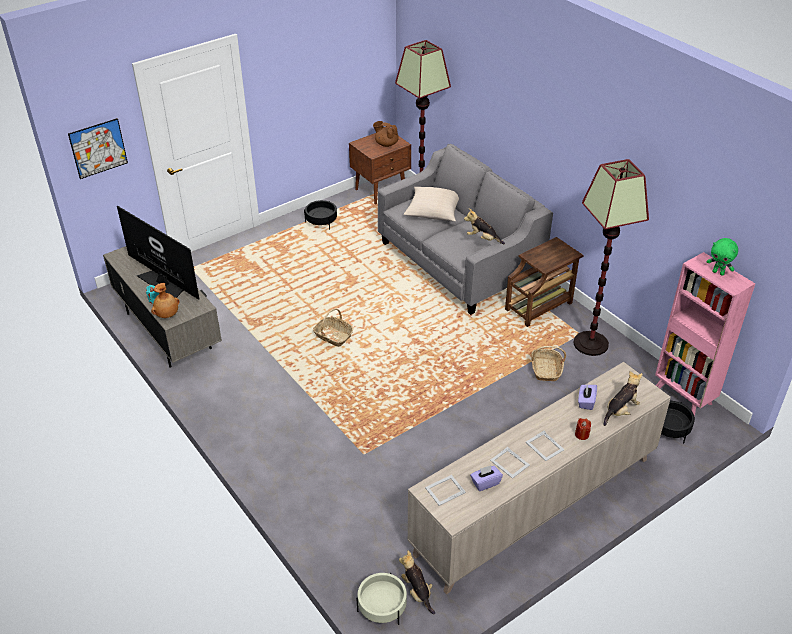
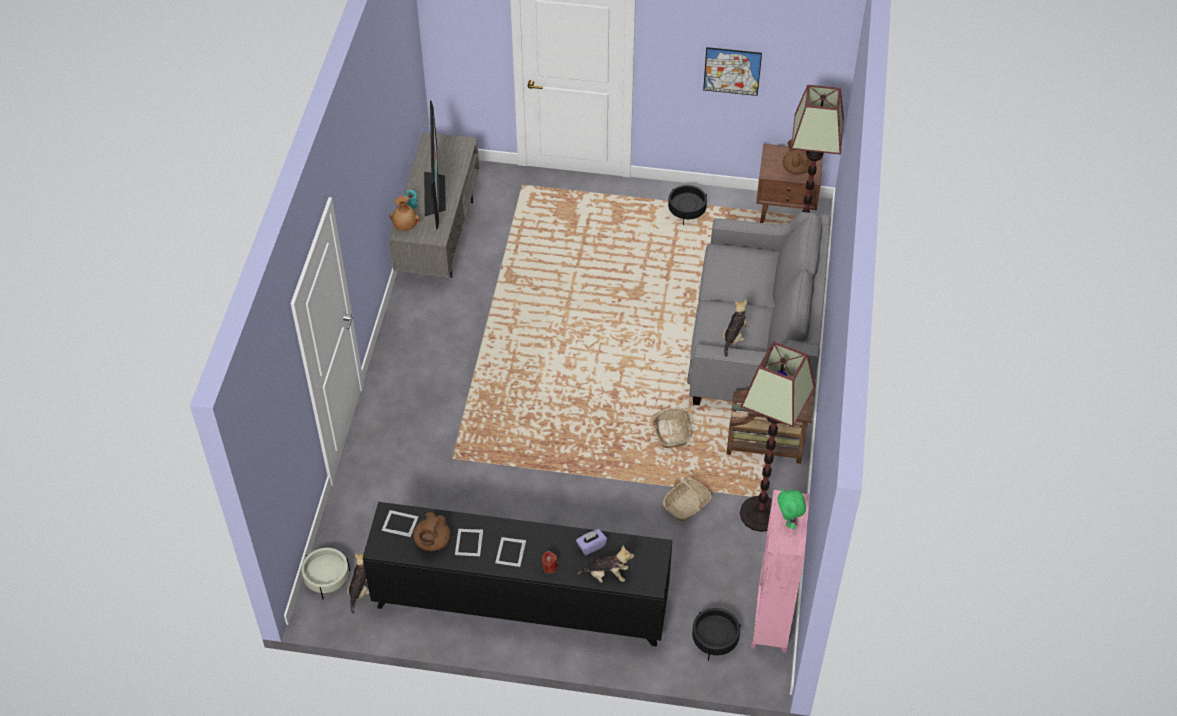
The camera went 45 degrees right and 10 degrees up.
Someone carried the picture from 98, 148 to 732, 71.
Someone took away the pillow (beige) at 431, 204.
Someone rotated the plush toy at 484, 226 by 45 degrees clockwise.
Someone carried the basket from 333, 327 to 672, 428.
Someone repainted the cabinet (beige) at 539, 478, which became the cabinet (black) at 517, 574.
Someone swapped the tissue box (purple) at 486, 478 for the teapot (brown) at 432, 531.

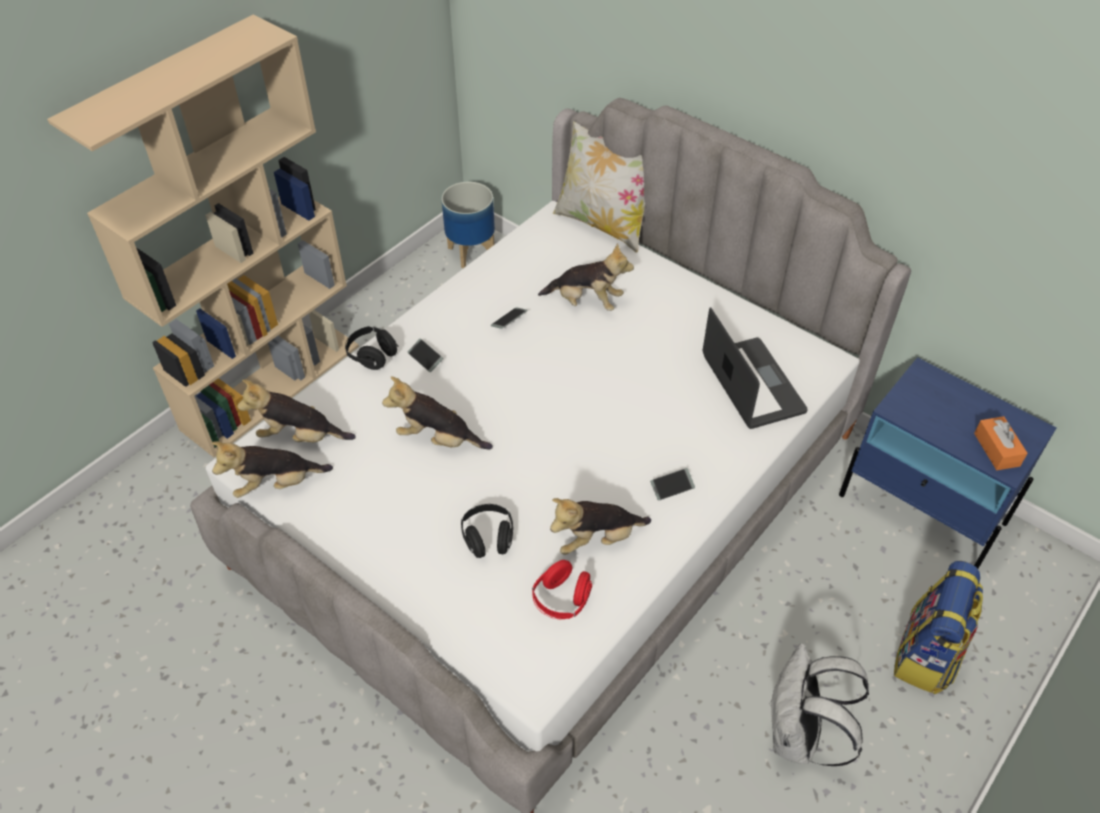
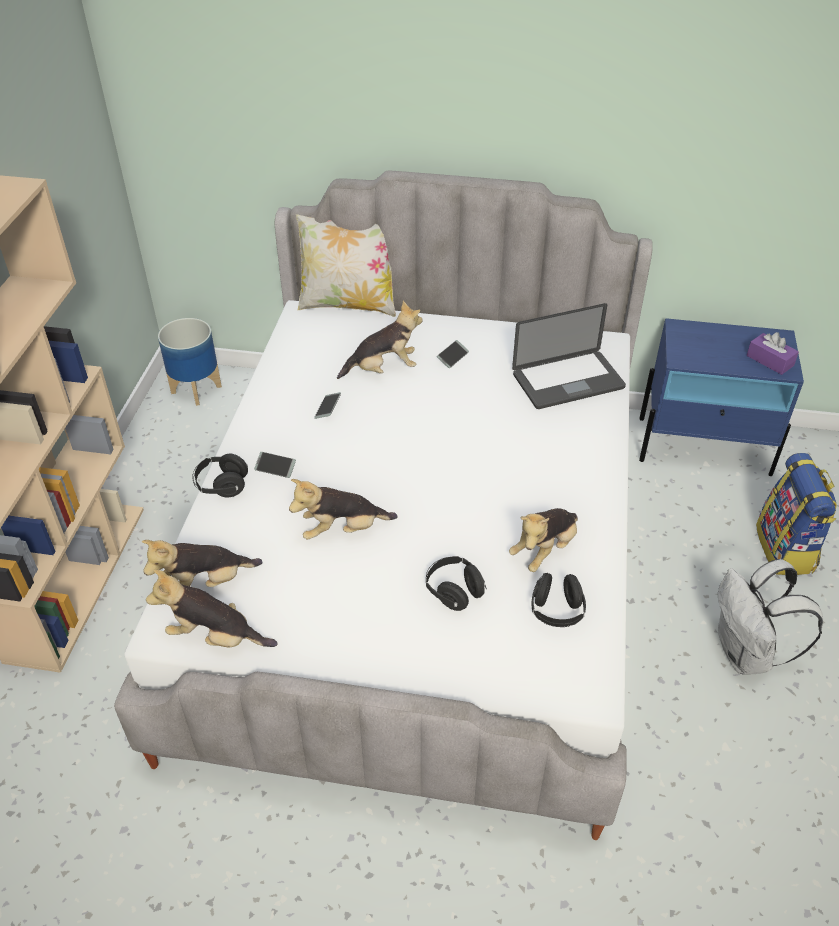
The camera went 30 degrees left and 5 degrees down.
Someone rotated the laptop at 755, 368 by 120 degrees clockwise.
Someone repainted the tissue box (orange) at 1001, 443, which became the tissue box (purple) at 773, 353.
Someone rotated the plush toy at 272, 469 by 60 degrees clockwise.
Someone carried the phone from 672, 484 to 453, 354.
Someone repainted the headphones (red) at 562, 589, which became the headphones (black) at 558, 600.

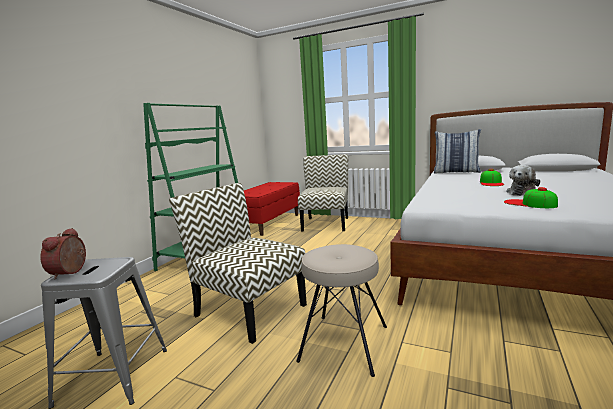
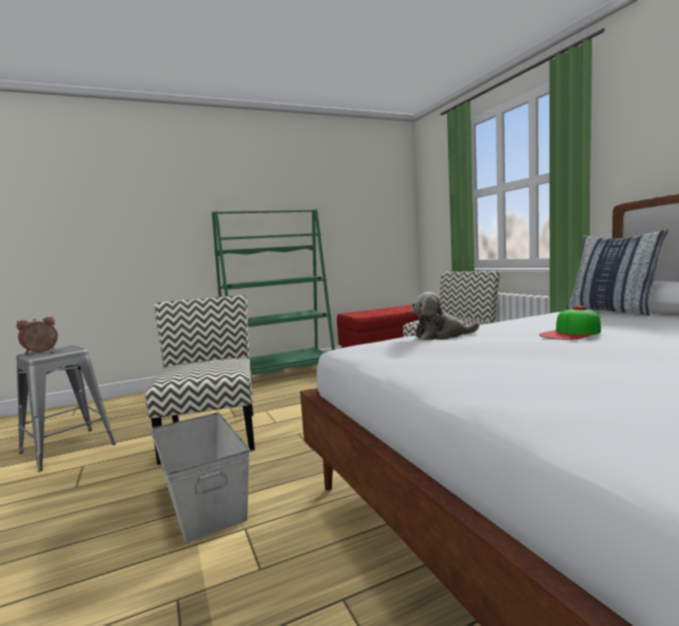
The camera went 40 degrees right and 5 degrees down.
Someone carried the plush toy from 523, 180 to 445, 316.
Someone took away the cap at 531, 197.
Someone swapped the stool (beige) at 341, 310 for the storage box (grey) at 200, 478.

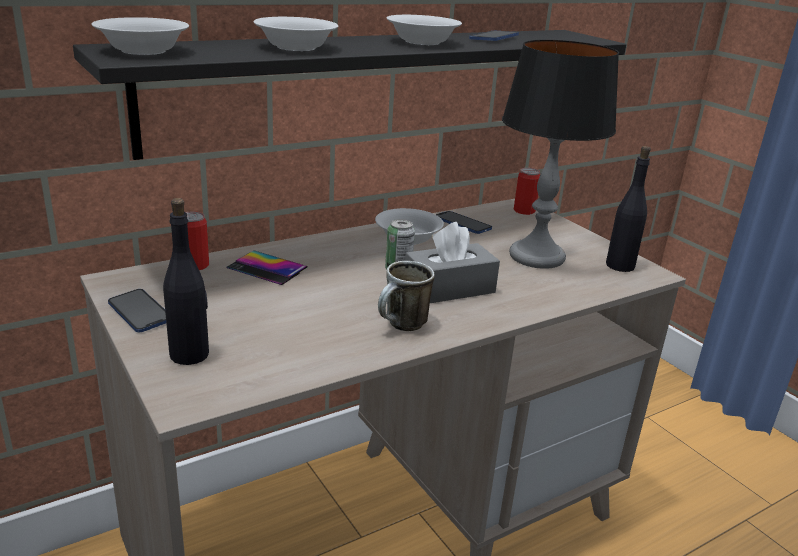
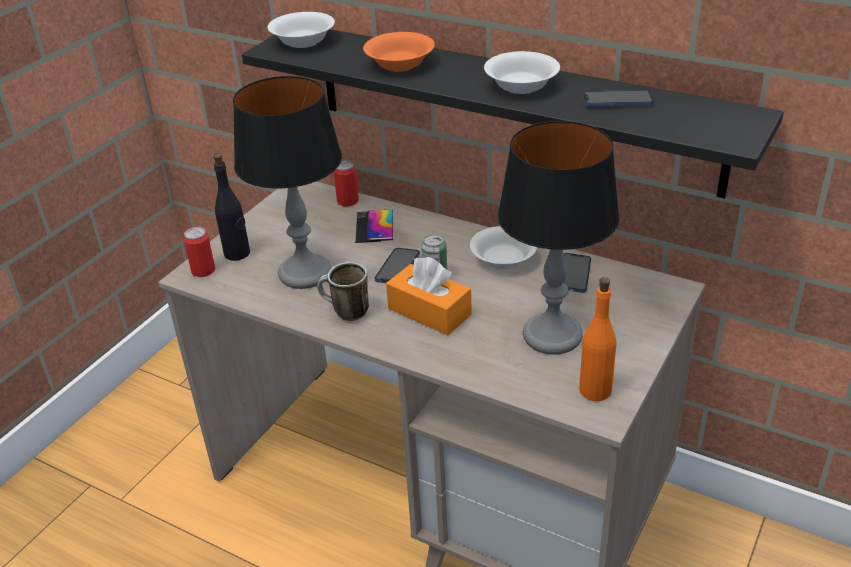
The camera went 65 degrees right and 10 degrees up.
Someone repainted the bowl (white) at 295, 34, which became the bowl (orange) at 399, 51.
Someone repainted the bottle (black) at 628, 209, which became the bottle (orange) at 597, 339.
Someone carried the can from 527, 191 to 200, 252.
Someone repainted the tissue box (grey) at 452, 262, which became the tissue box (orange) at 429, 296.
Someone carried the phone from 137, 310 to 397, 265.
Someone put down the table lamp at 287, 182.

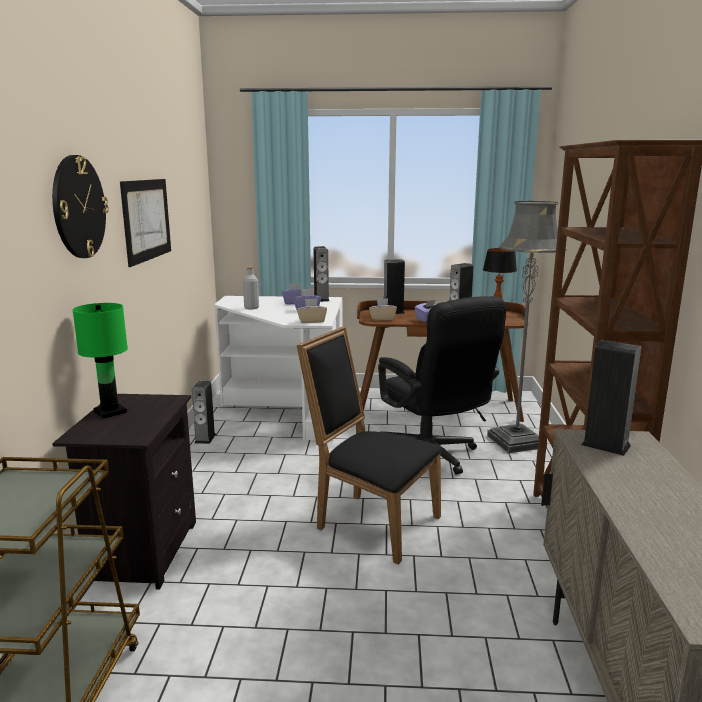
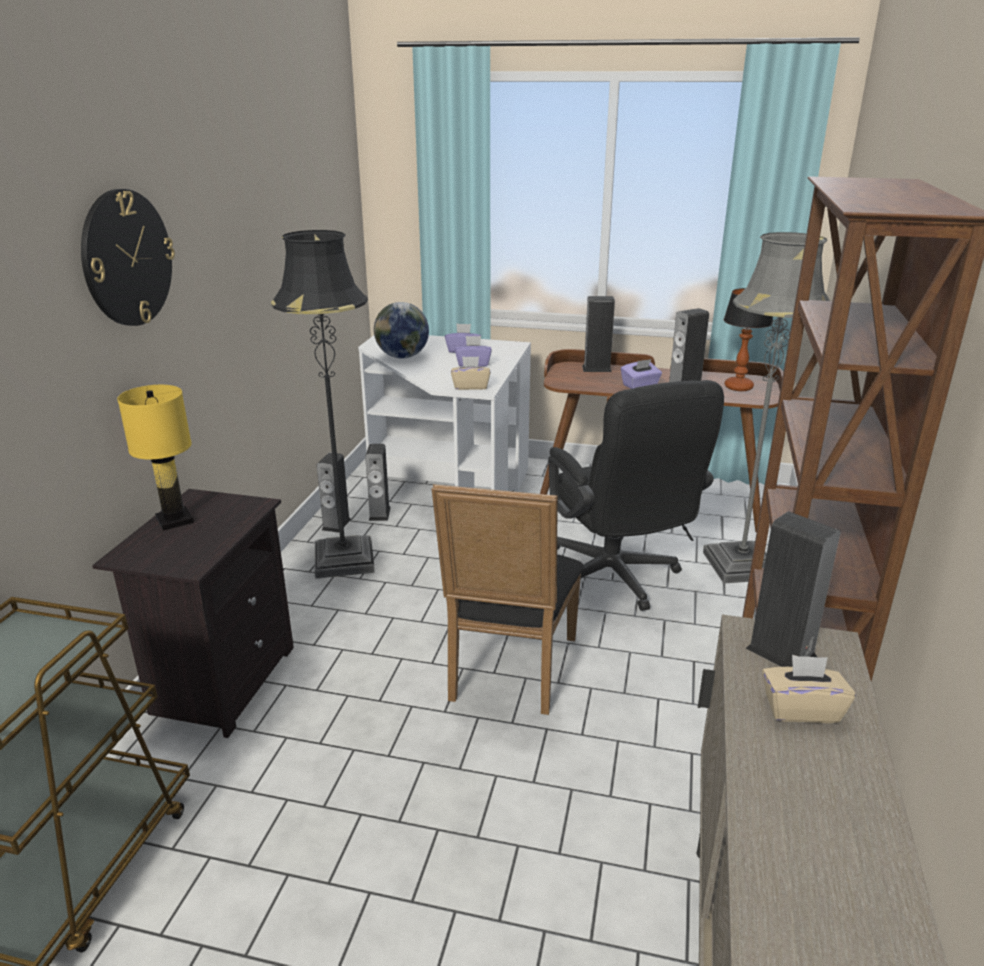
The camera went 10 degrees right and 10 degrees up.
Someone took away the picture at 145, 223.
Someone carried the speaker from 321, 274 to 378, 482.
Someone swapped the bottle (grey) at 251, 288 for the globe at 401, 330.
Someone carried the tissue box (beige) from 383, 309 to 809, 689.
Someone repainted the table lamp (green) at 100, 361, which became the table lamp (yellow) at 155, 458.
Someone rotated the chair (black) at 369, 446 by 120 degrees counterclockwise.
Someone put down the floor lamp (black) at 323, 404.

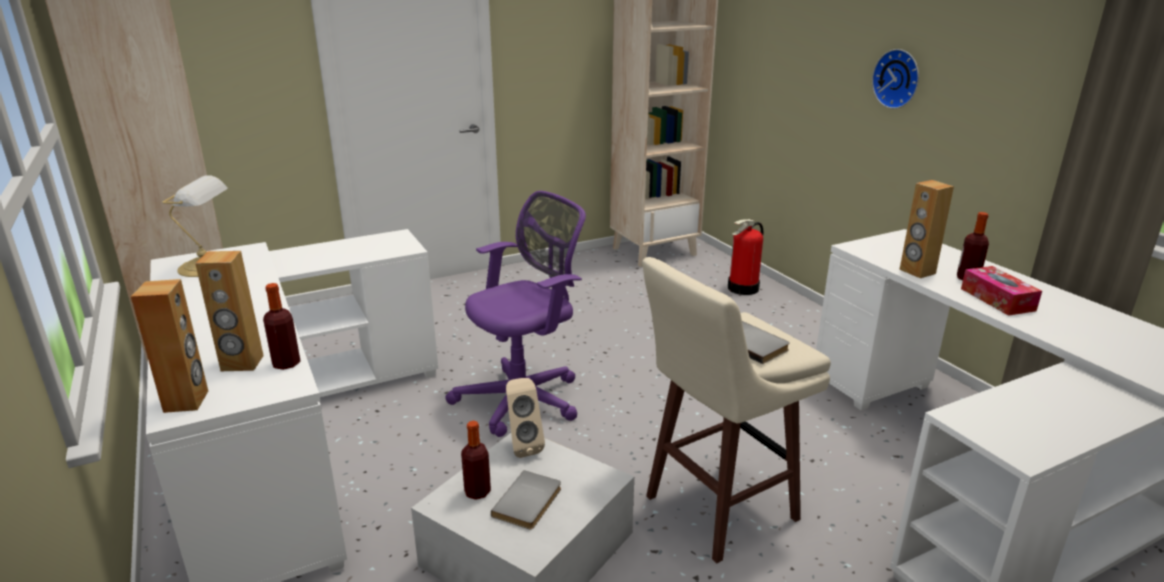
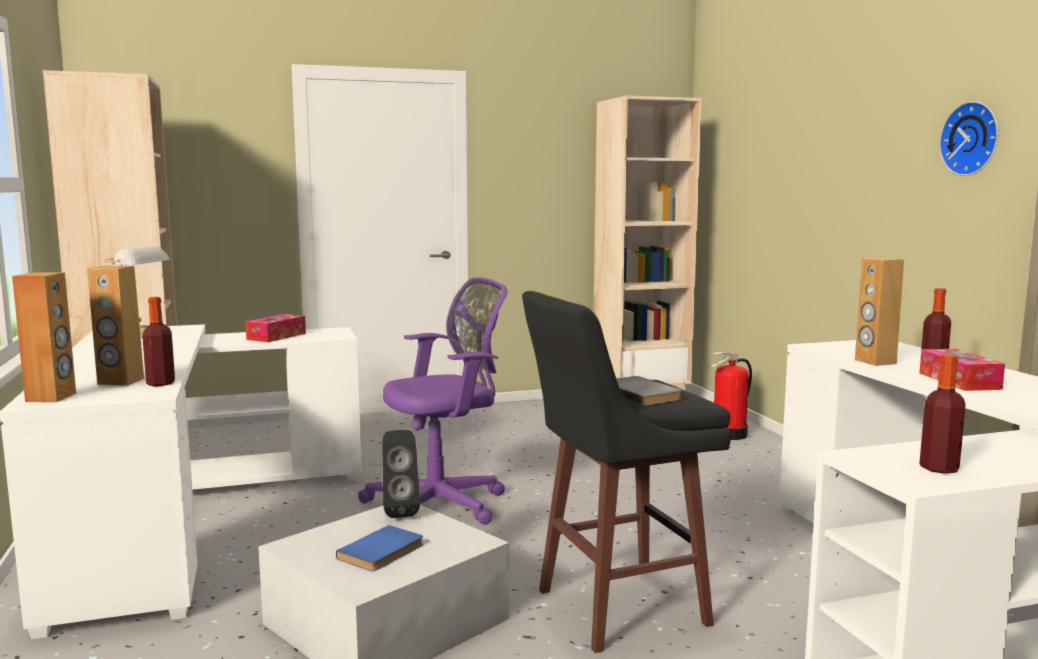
The camera went 10 degrees right and 15 degrees down.
Someone carried the wall clock from 895, 79 to 968, 138.
Someone repainted the stool (beige) at 736, 410, which became the stool (black) at 626, 472.
Someone repainted the speaker (beige) at 525, 418, which became the speaker (black) at 401, 474.
Someone carried the bottle from 476, 460 to 942, 414.
Someone repainted the book (grey) at 526, 499, which became the book (blue) at 379, 548.
Someone put down the tissue box at 275, 328.

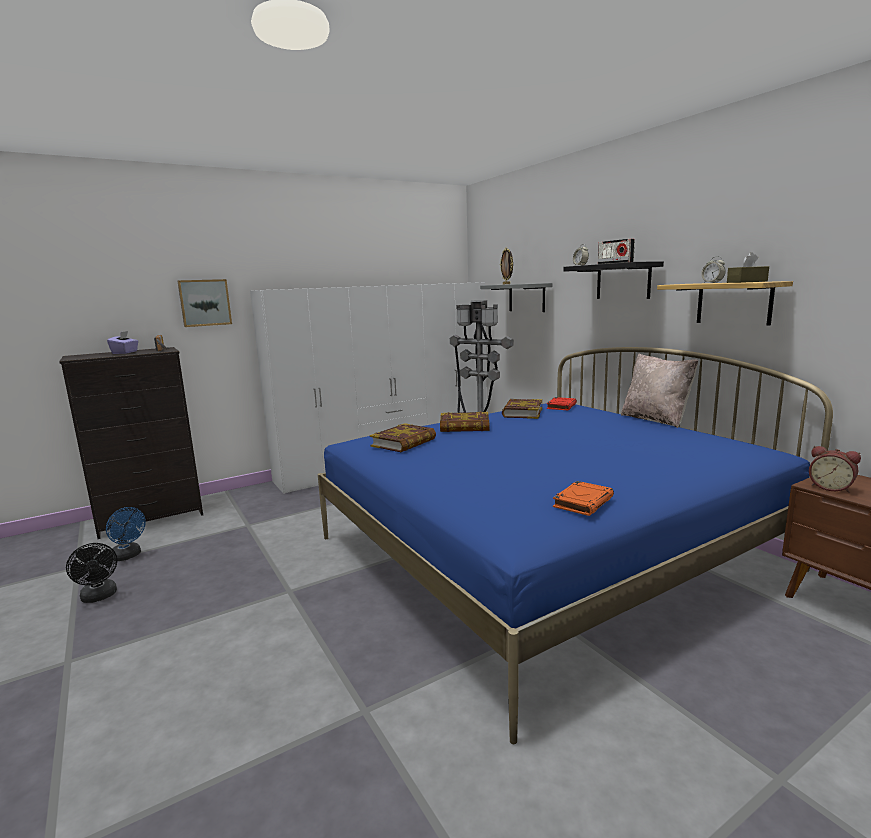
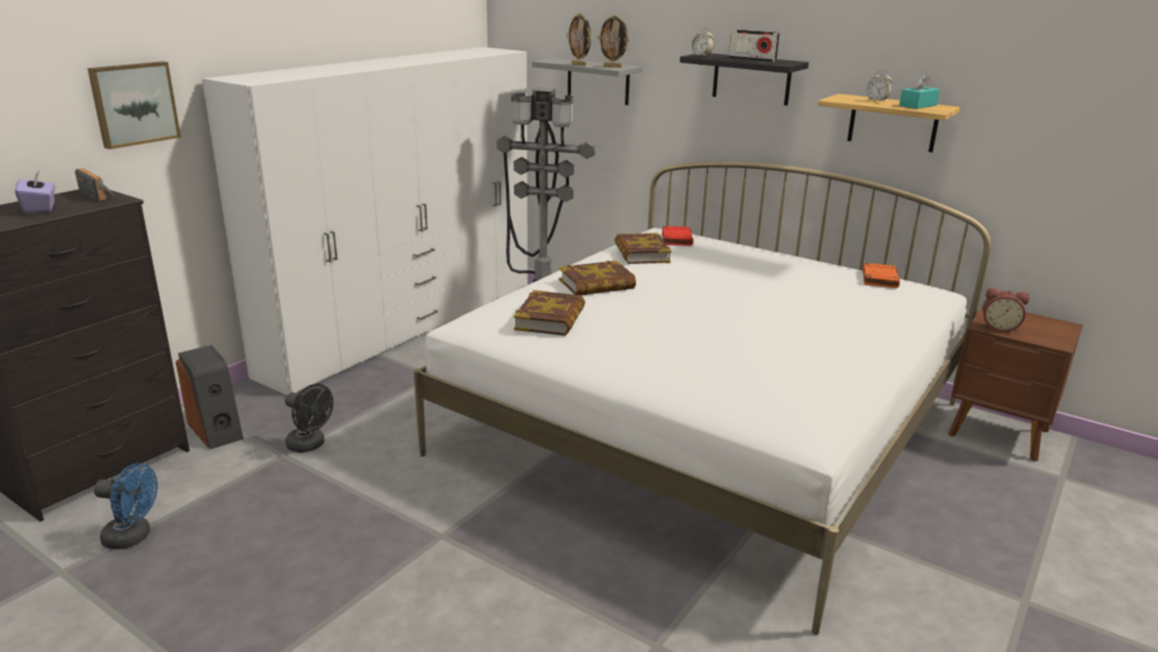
The camera went 25 degrees left and 10 degrees up.
Someone repainted the tissue box (brown) at 748, 267, which became the tissue box (turquoise) at 919, 91.
Someone repainted the bed (blue) at 575, 545, which became the bed (white) at 702, 398.
Someone took away the pillow (beige) at 659, 391.
Someone carried the book (orange) from 583, 498 to 881, 275.
Someone carried the fan (black) from 91, 573 to 309, 418.
Someone put down the picture frame at 614, 41.
Someone put down the speaker at 209, 397.

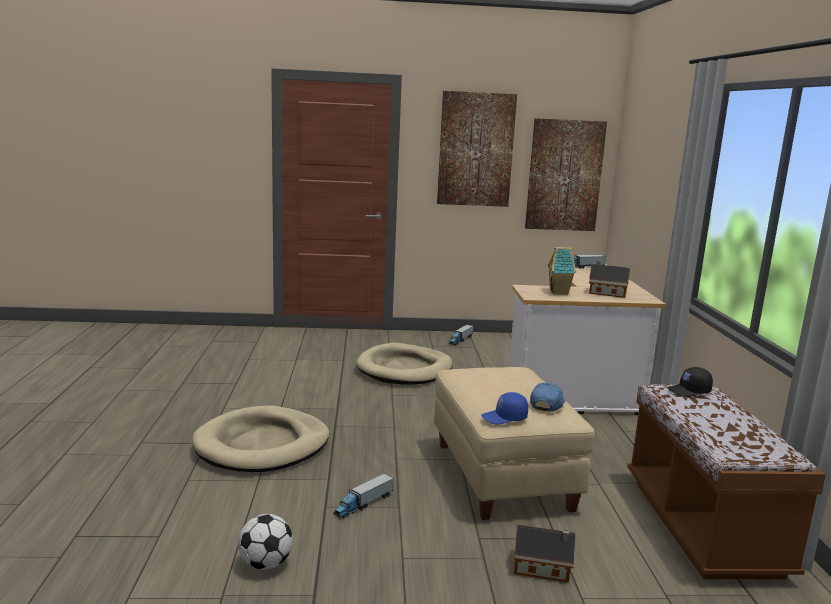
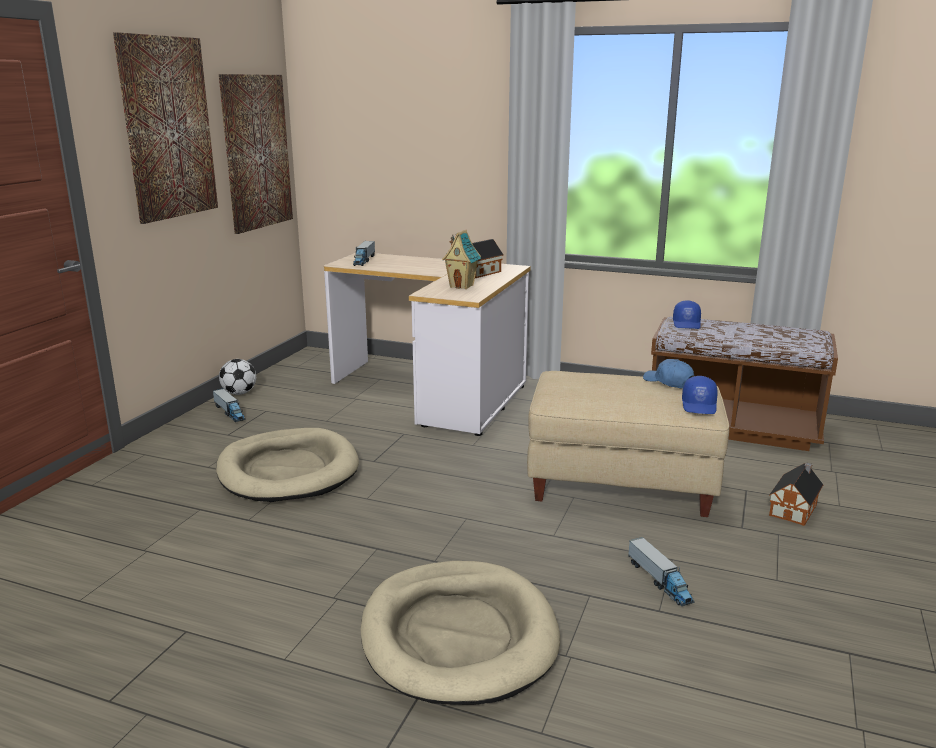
The camera went 65 degrees left and 5 degrees up.
Someone repainted the cap (black) at 690, 382, which became the cap (blue) at 687, 314.
Someone carried the football from 265, 542 to 237, 377.

